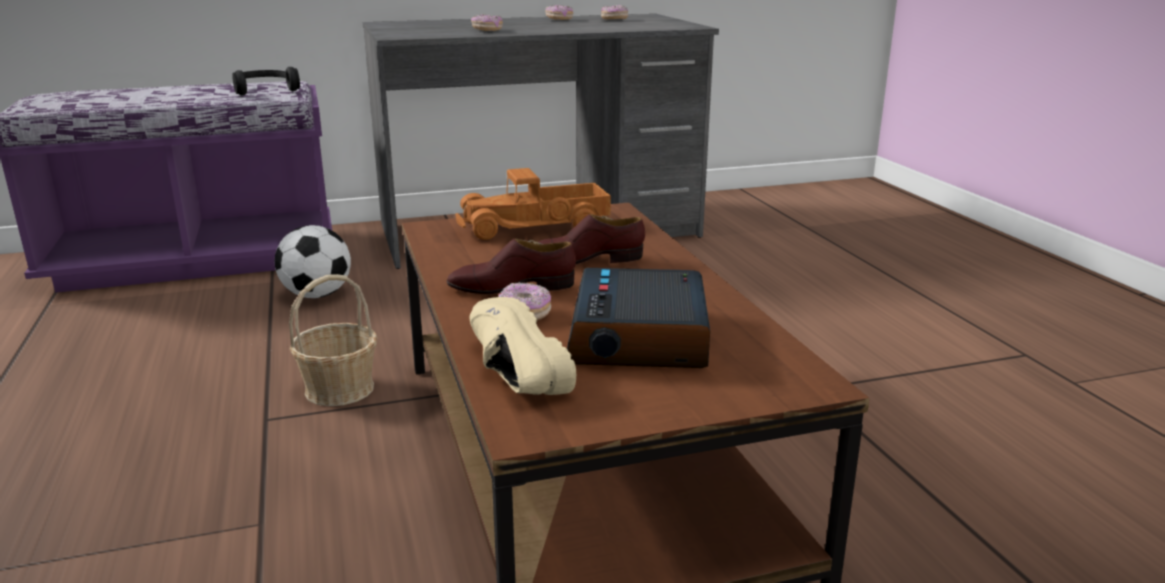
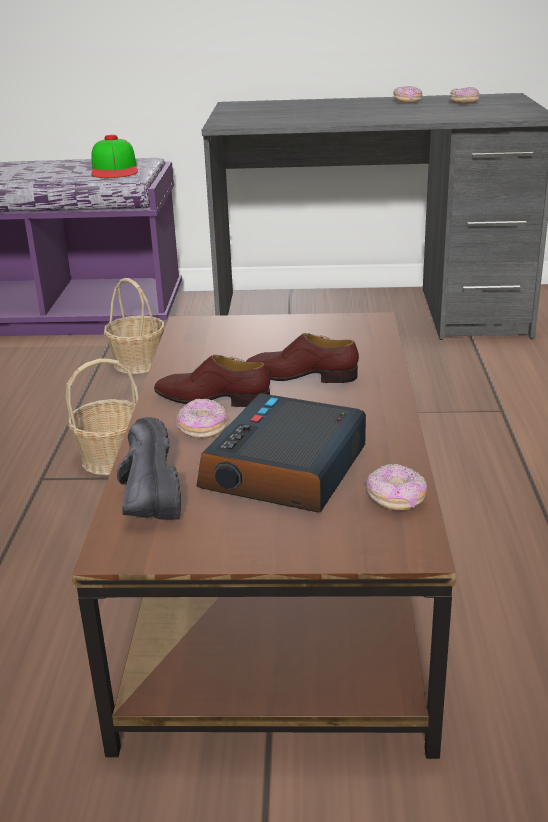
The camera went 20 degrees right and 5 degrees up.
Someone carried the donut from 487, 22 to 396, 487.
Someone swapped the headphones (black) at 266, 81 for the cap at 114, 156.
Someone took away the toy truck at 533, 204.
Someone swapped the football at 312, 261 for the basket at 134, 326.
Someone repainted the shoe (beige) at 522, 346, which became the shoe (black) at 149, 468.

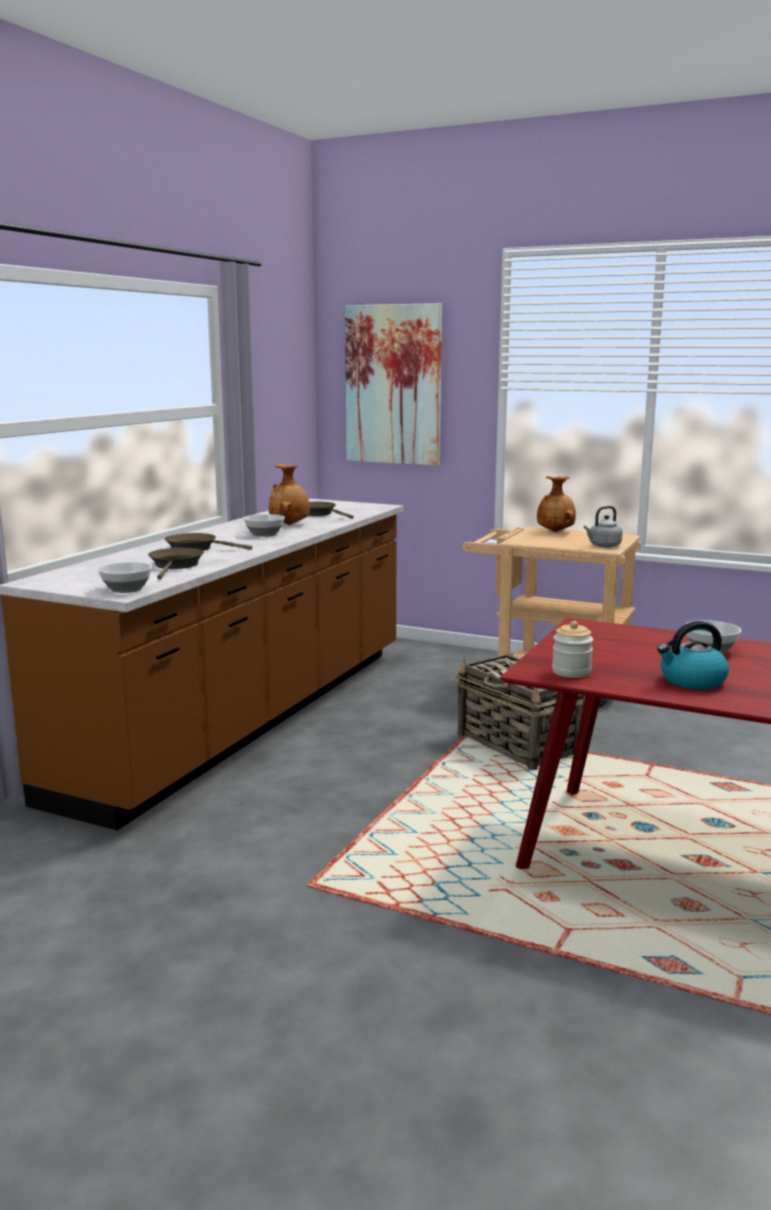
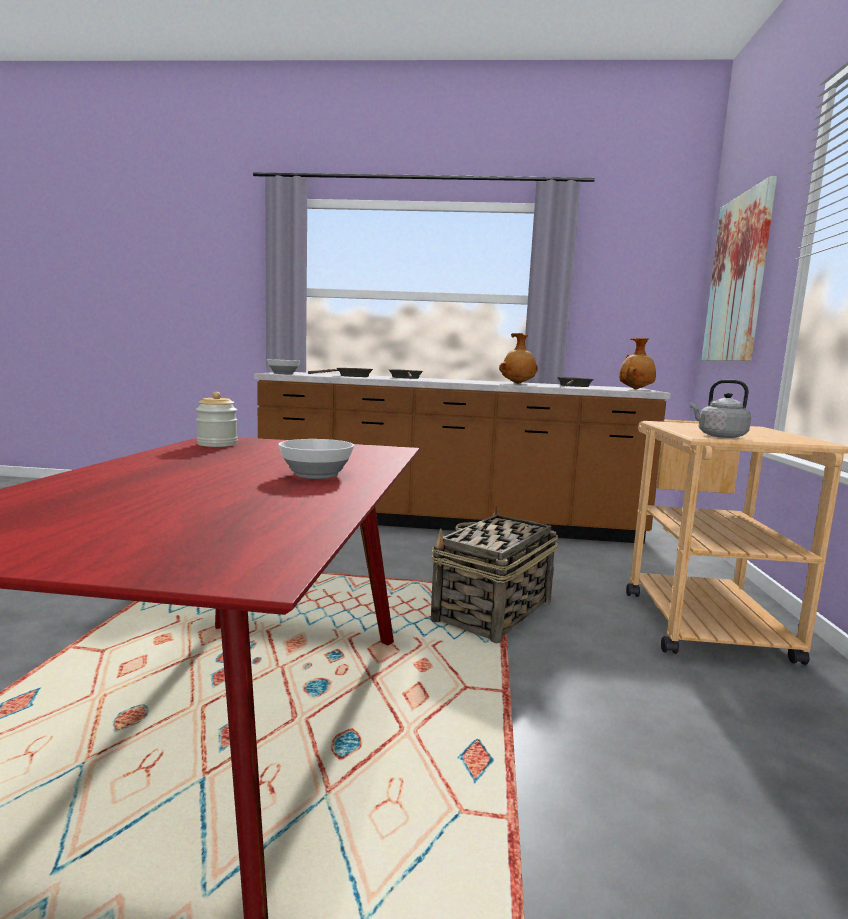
The camera went 70 degrees right and 5 degrees down.
Someone carried the vase (brown) from 556, 504 to 637, 363.
Someone took away the bowl at 264, 525.
Someone took away the kettle at 693, 655.

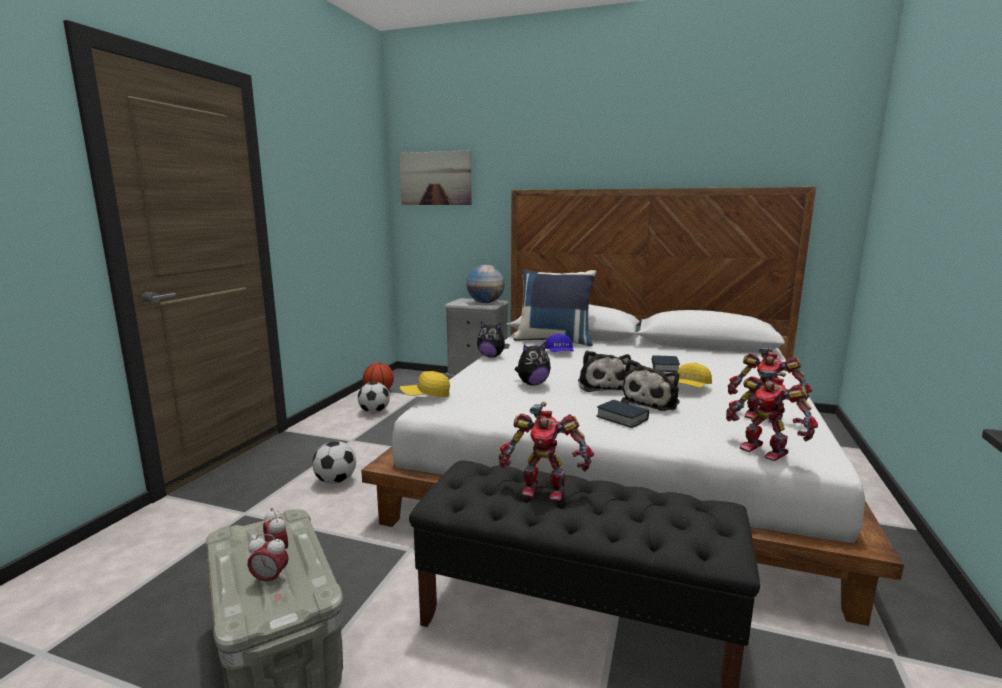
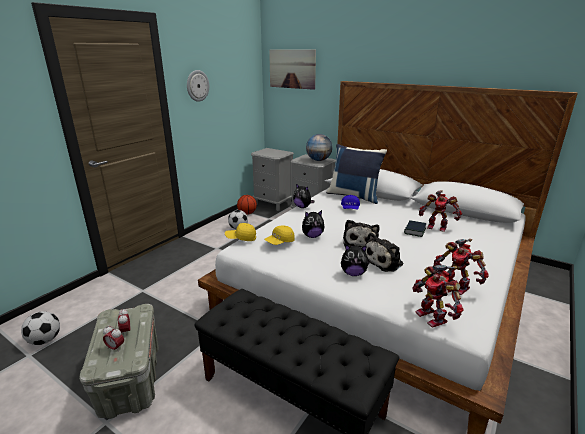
The camera went 15 degrees right and 10 degrees up.
Someone carried the cap (yellow) from 694, 375 to 279, 235.
Someone swapped the book at 622, 414 for the plush toy at 355, 260.
Someone carried the toy robot from 546, 451 to 440, 211.
Someone carried the football from 334, 462 to 40, 328.
Someone put up the wall clock at 198, 86.
Someone put down the nightstand (grey) at 272, 179.

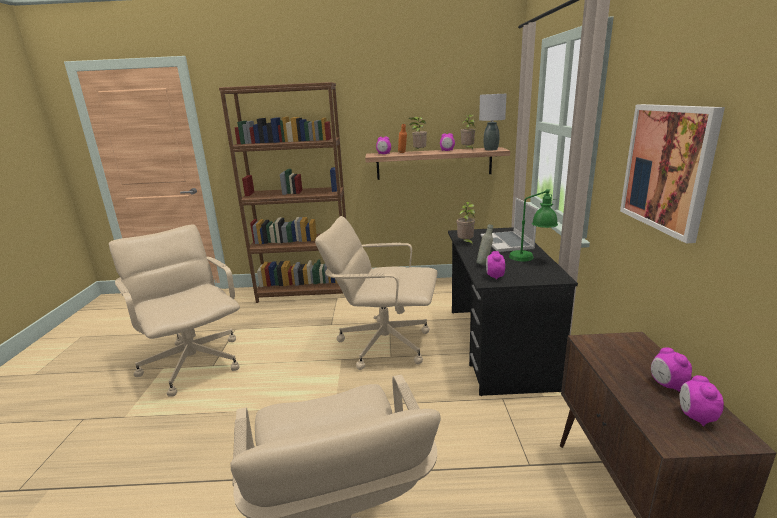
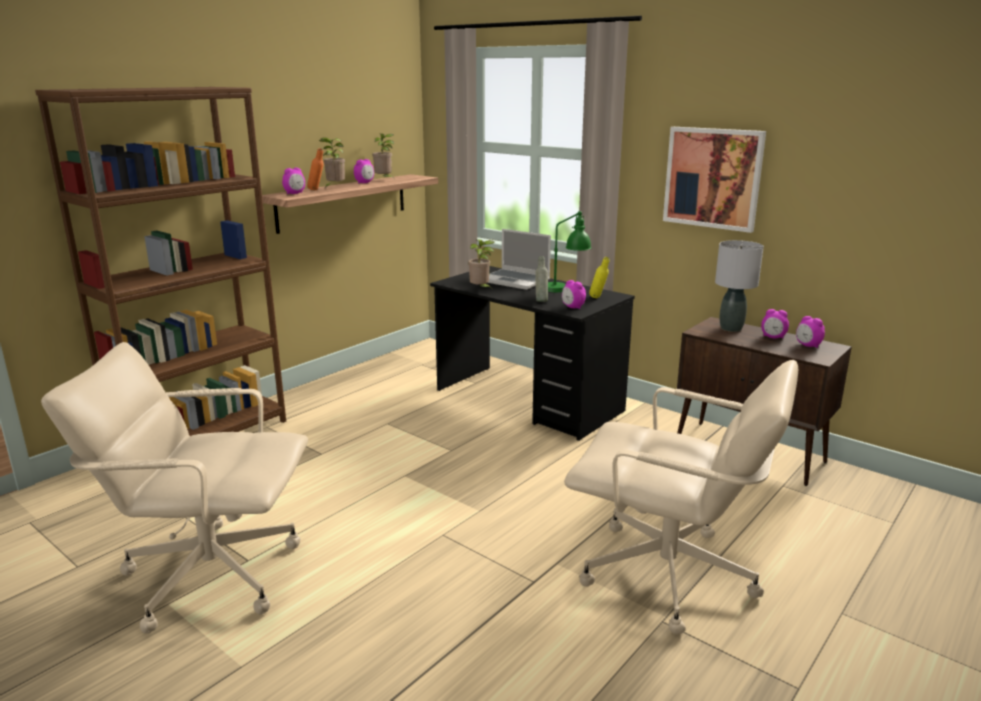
The camera went 50 degrees left and 0 degrees up.
Someone carried the table lamp (grey) from 493, 122 to 739, 286.
Someone took away the office chair (beige) at 376, 293.
Someone put down the bottle (yellow) at 599, 277.

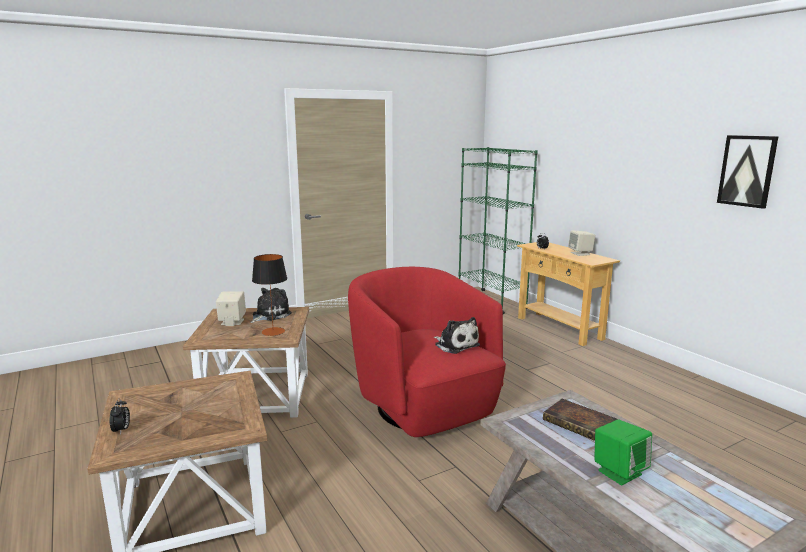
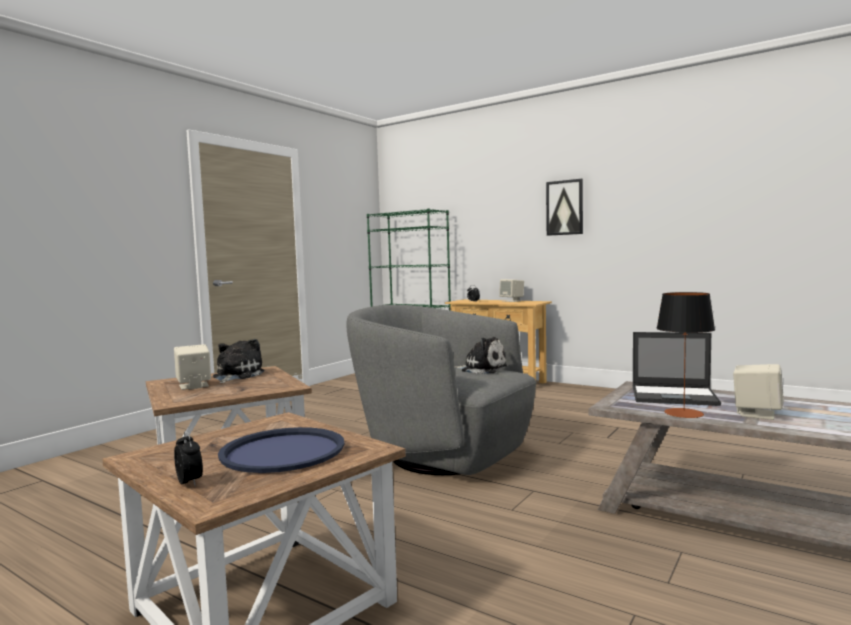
The camera went 25 degrees left and 10 degrees down.
Someone carried the picture from 748, 172 to 564, 207.
Someone carried the table lamp from 269, 295 to 685, 355.
Someone repainted the armchair (red) at 427, 352, which became the armchair (grey) at 441, 390.
Someone swapped the book at 580, 420 for the laptop at 677, 369.
Someone repainted the speaker (green) at 623, 452, which became the speaker (beige) at 758, 392.
Someone put down the tray (blue) at 281, 450.

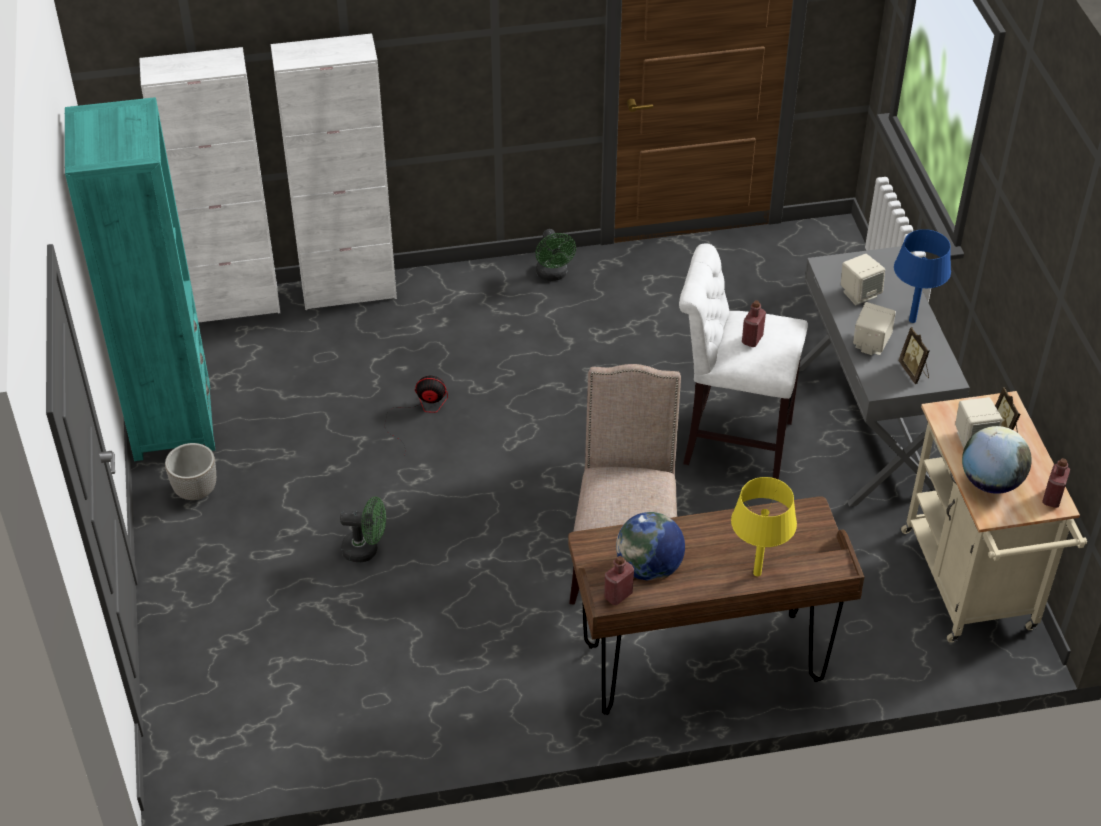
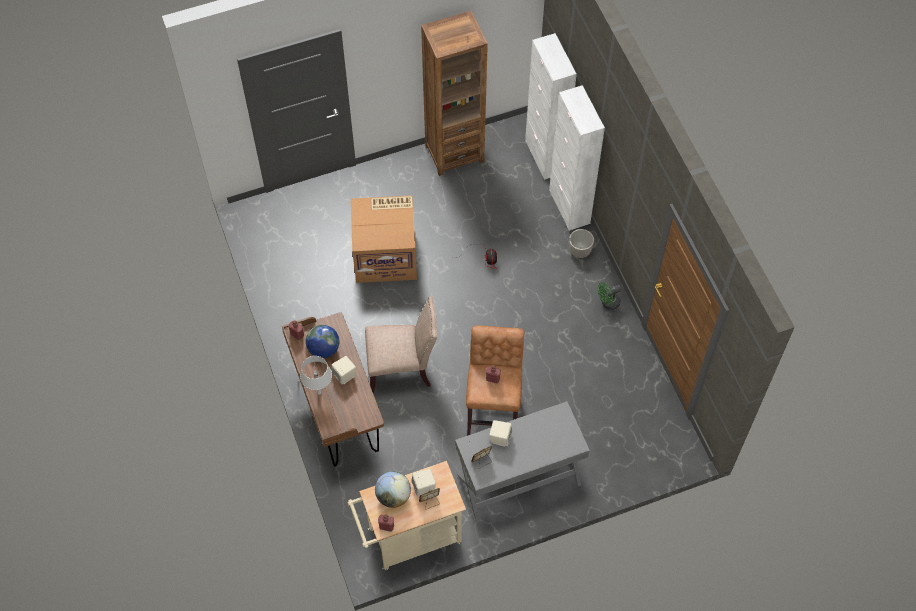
The camera went 80 degrees right and 15 degrees up.
Someone repainted the bookcase (turquoise) at 140, 279, which became the bookcase (brown) at 454, 93.
Someone took away the table lamp (blue) at 922, 276.
Someone repainted the stool (white) at 743, 362, which became the stool (brown) at 495, 381.
Someone carried the speaker (beige) from 863, 279 to 344, 370.
Someone carried the planter from 190, 471 to 581, 243.
Someone repainted the table lamp (yellow) at 764, 526, which became the table lamp (grey) at 316, 375.
Someone swapped the fan (green) at 363, 530 for the cardboard box at 384, 239.

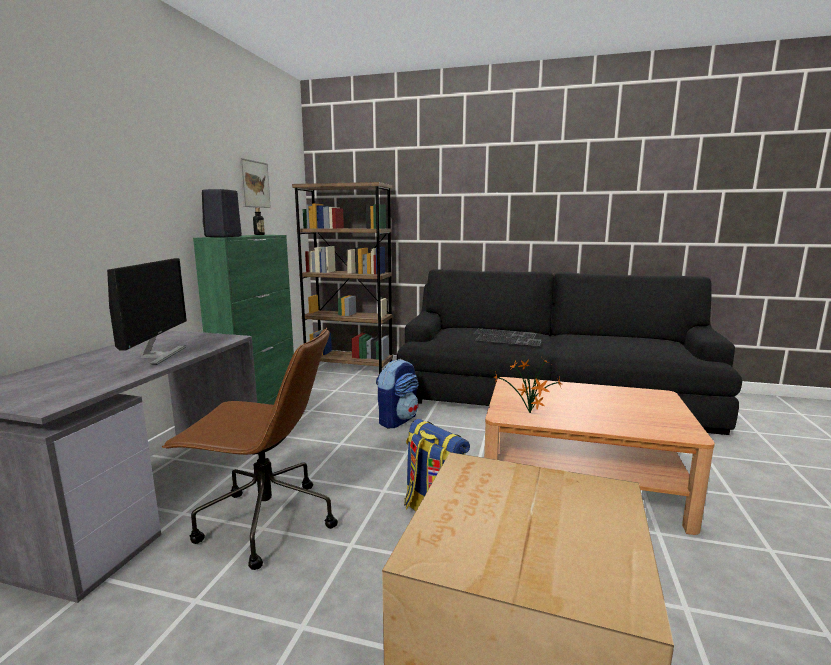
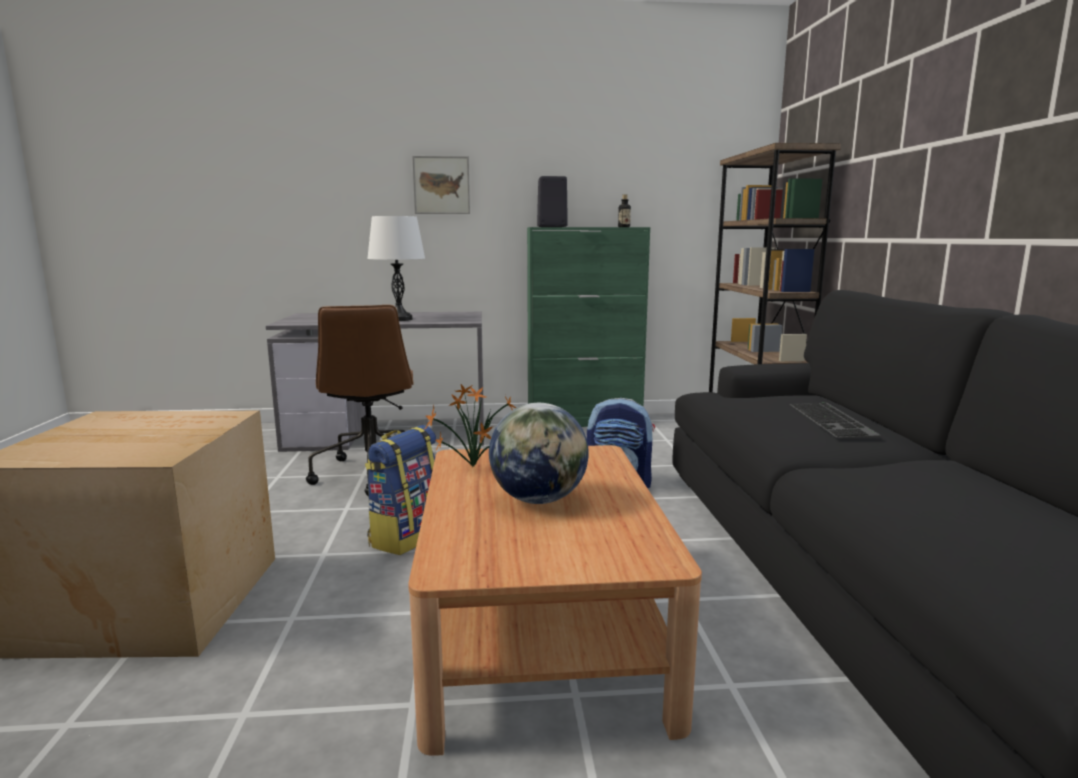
The camera went 70 degrees right and 0 degrees up.
Someone carried the picture from 255, 183 to 441, 185.
Someone swapped the monitor at 147, 311 for the table lamp (white) at 396, 268.
Someone took away the keyboard at 508, 340.
Someone put down the globe at 539, 453.

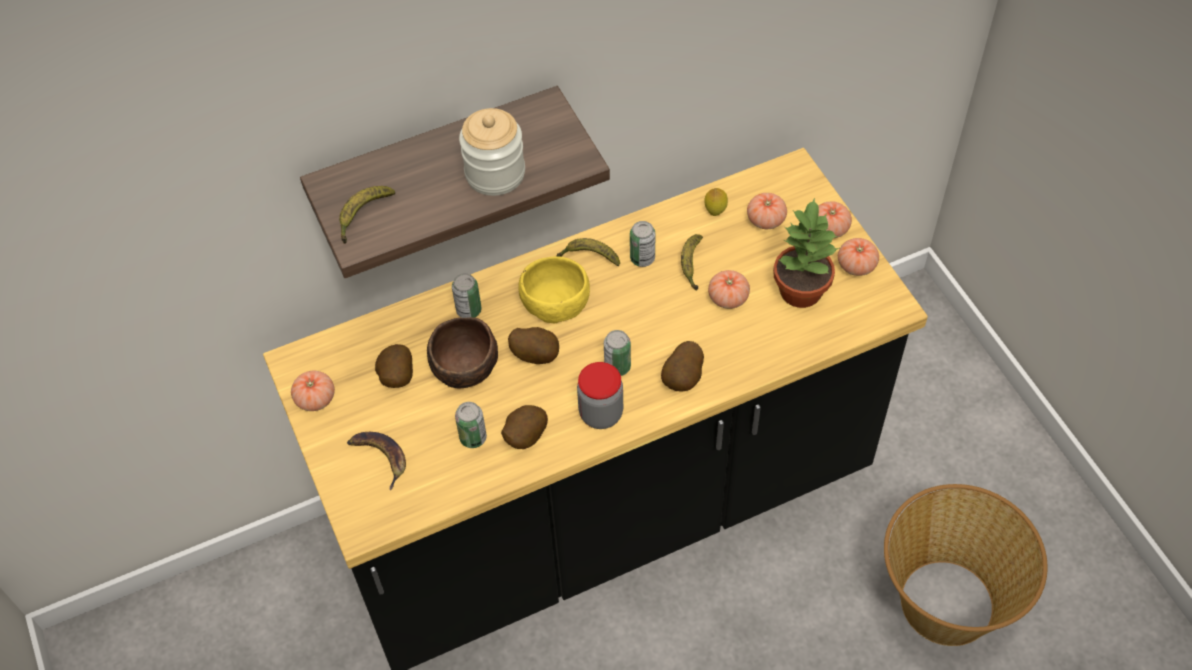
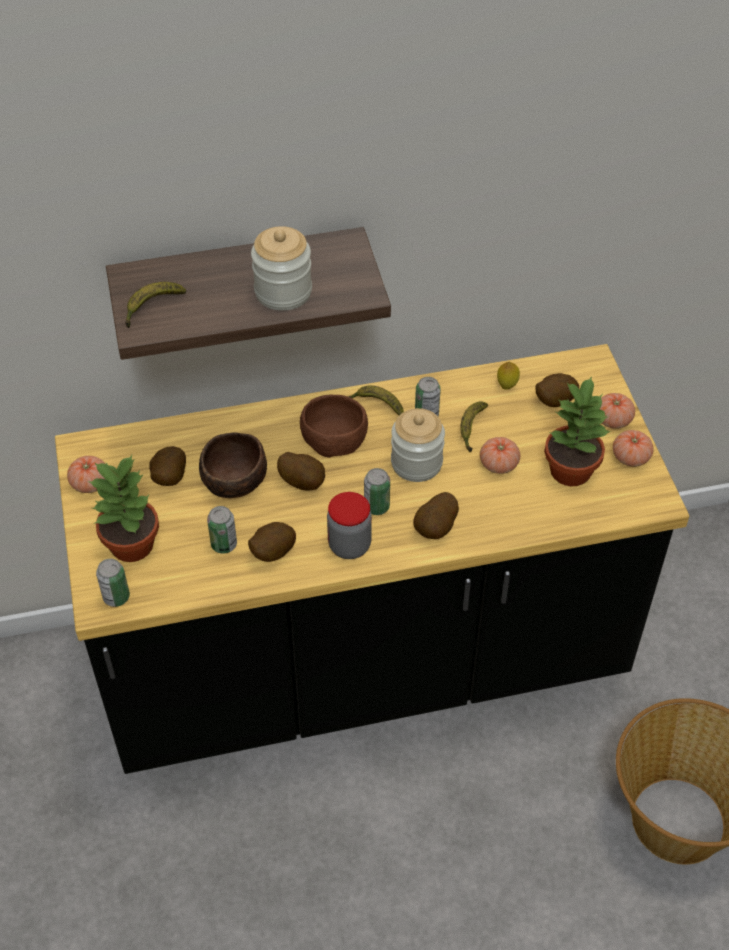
The camera went 10 degrees right and 5 degrees down.
Someone swapped the tomato at 767, 211 for the potato at 557, 390.
Someone repainted the bowl (yellow) at 554, 289, which became the bowl (brown) at 334, 426.
Someone carried the can from 467, 295 to 113, 583.
Someone swapped the banana at 376, 461 for the potted plant at 123, 508.
Someone put down the jar at 418, 445.

